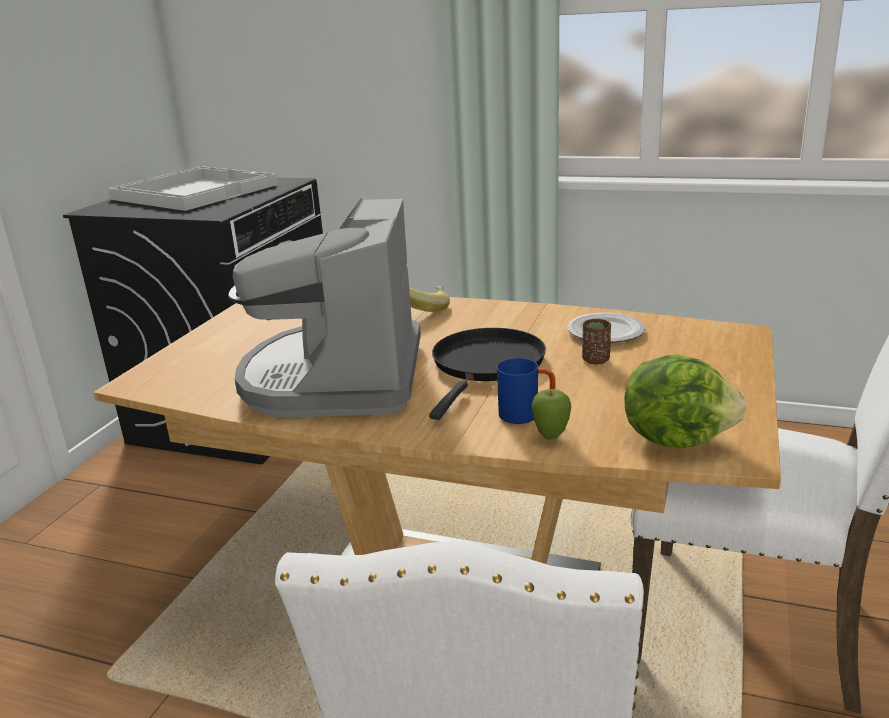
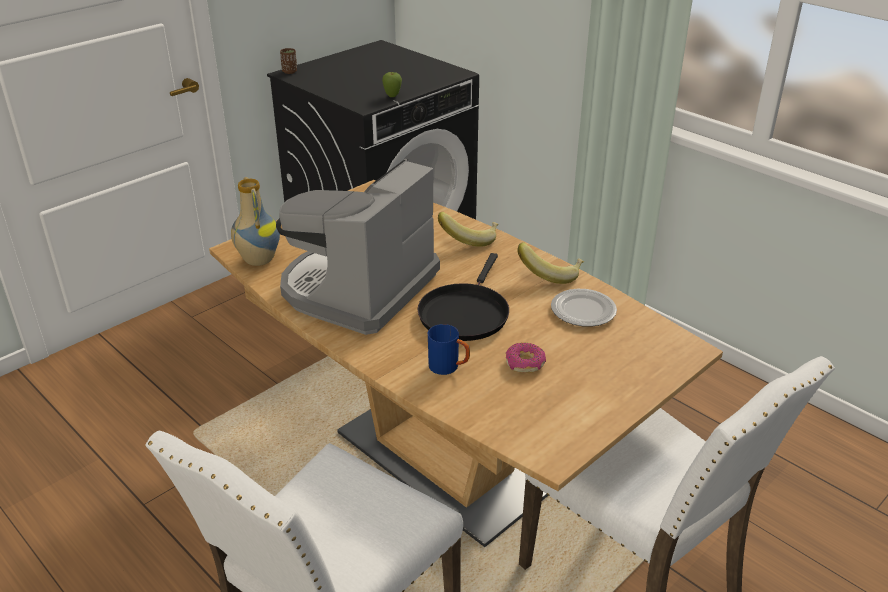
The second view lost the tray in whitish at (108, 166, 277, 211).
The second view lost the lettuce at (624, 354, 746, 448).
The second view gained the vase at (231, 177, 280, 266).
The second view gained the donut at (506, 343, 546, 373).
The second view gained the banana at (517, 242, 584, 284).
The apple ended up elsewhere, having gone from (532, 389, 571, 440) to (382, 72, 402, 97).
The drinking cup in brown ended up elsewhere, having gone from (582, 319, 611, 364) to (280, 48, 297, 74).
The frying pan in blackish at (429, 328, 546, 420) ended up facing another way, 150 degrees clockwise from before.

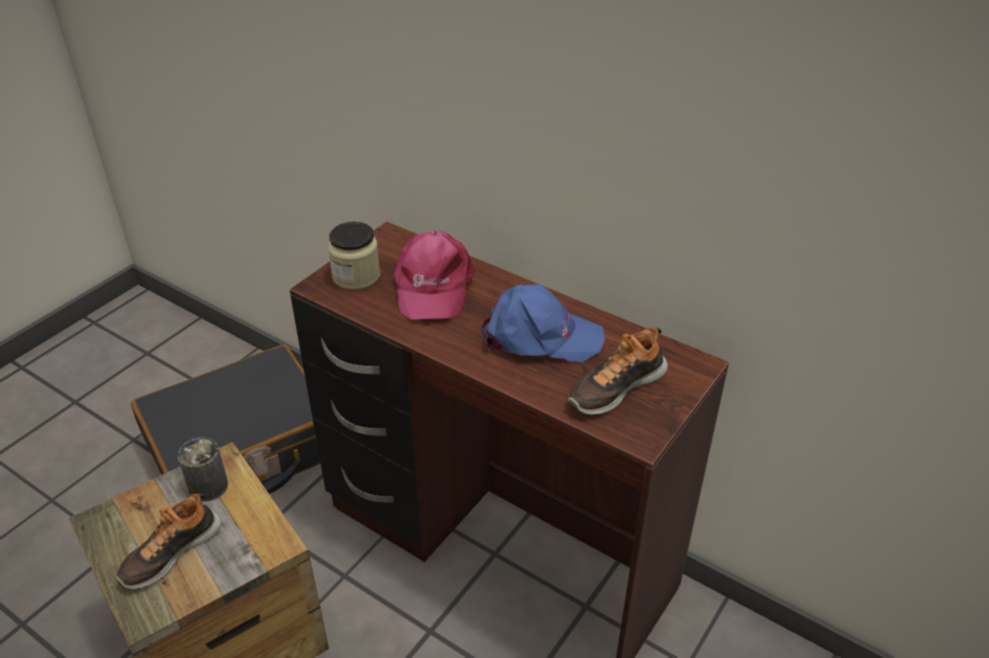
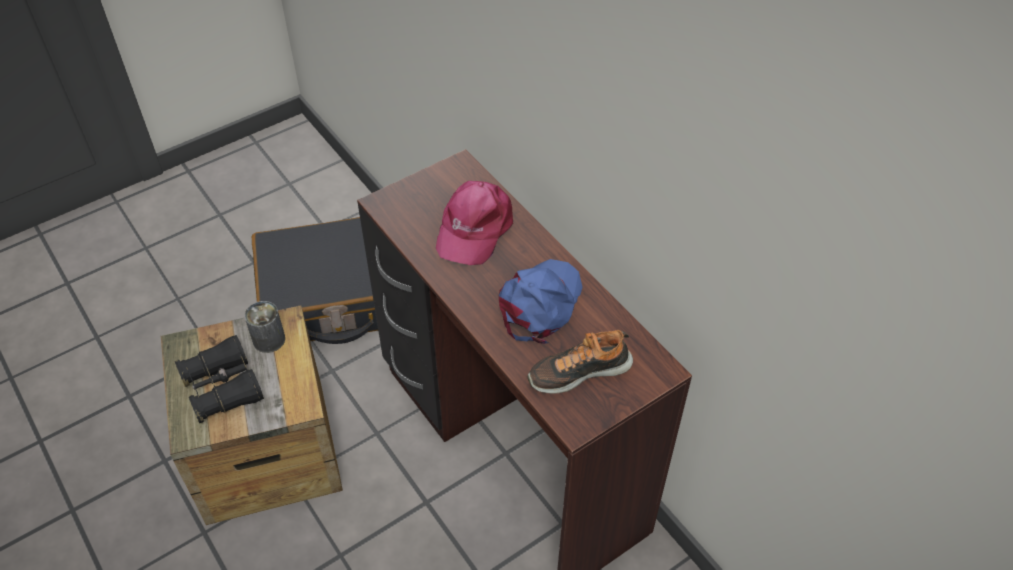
The second view lost the preserve jar at (328, 221, 380, 290).
Where the shoe stood at (116, 493, 221, 589), the field glasses in blackish came to stand at (175, 335, 264, 423).
The cap in blue at (481, 284, 605, 362) ended up facing another way, 90 degrees counterclockwise from before.

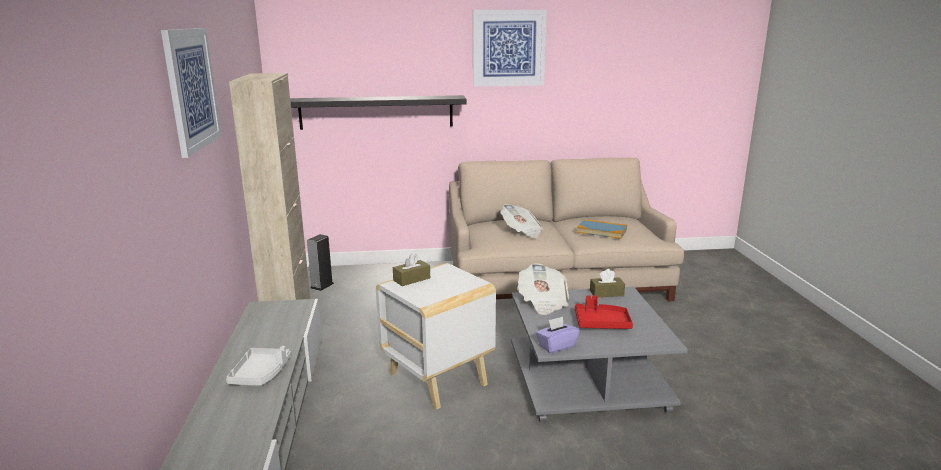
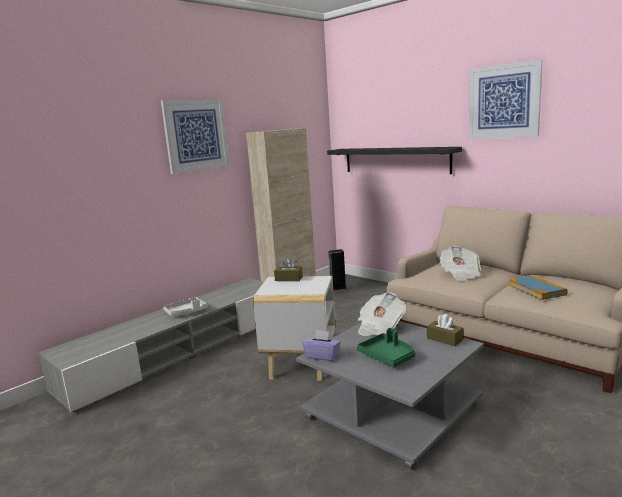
What was the tray in red-coloured at (575, 295, 633, 329) turned into the tray in green-coloured at (357, 328, 415, 367).

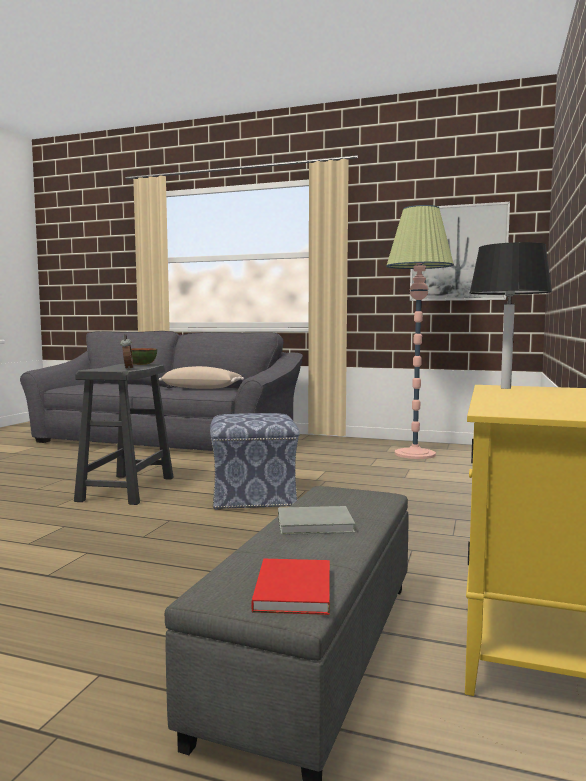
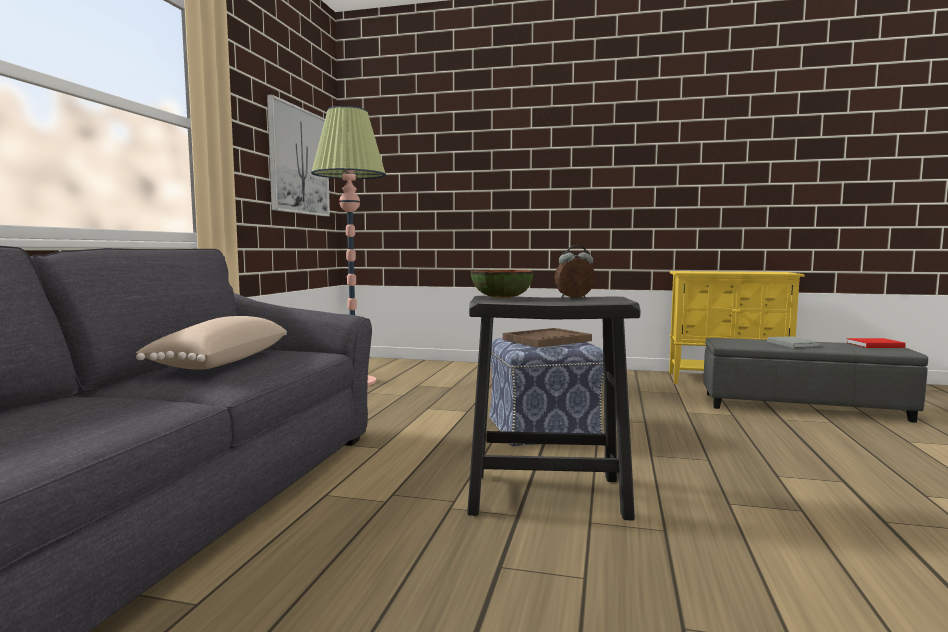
The second view lost the tabletop lamp in blackish at (469, 242, 552, 389).
The second view gained the tray in brown at (503, 328, 592, 348).

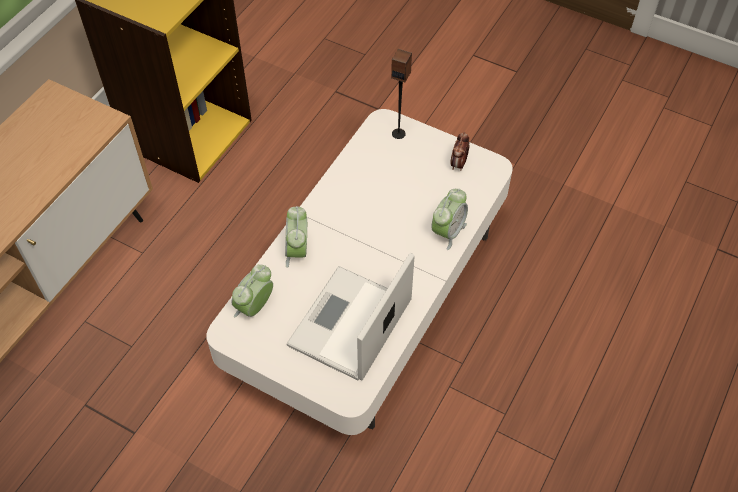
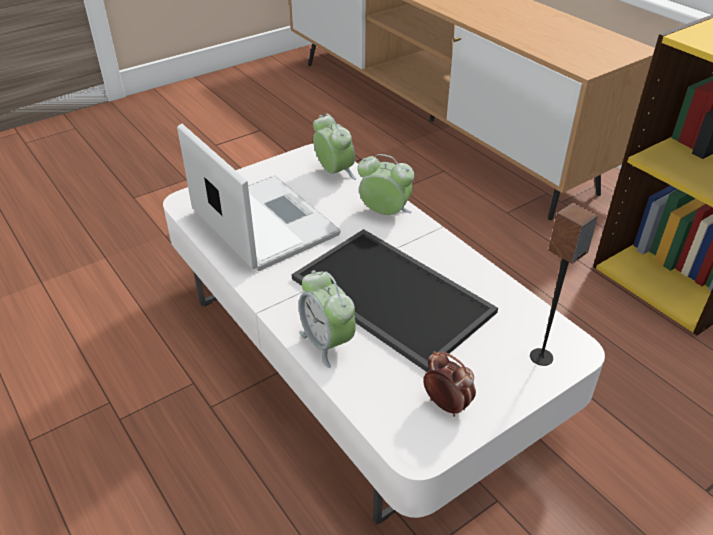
The second view gained the tray at (292, 229, 498, 372).

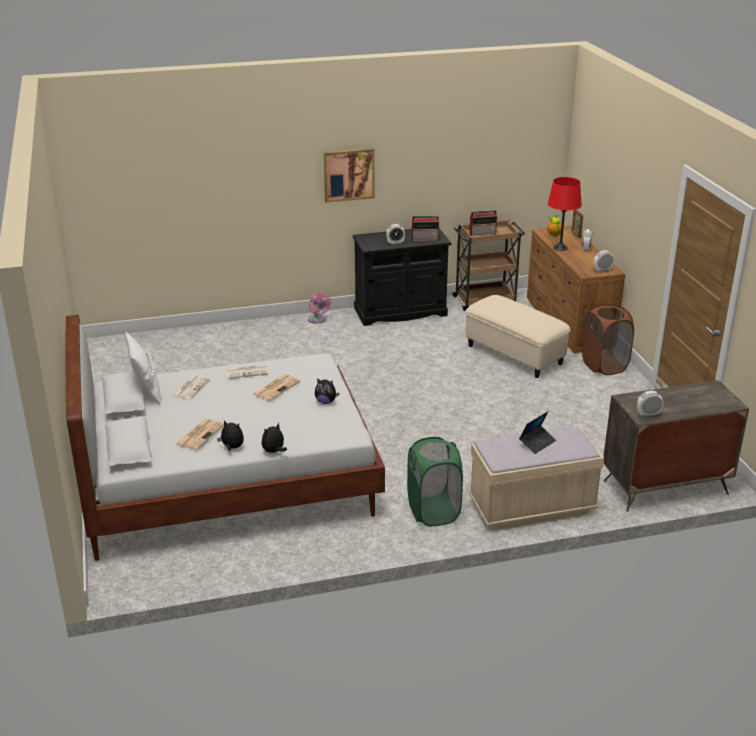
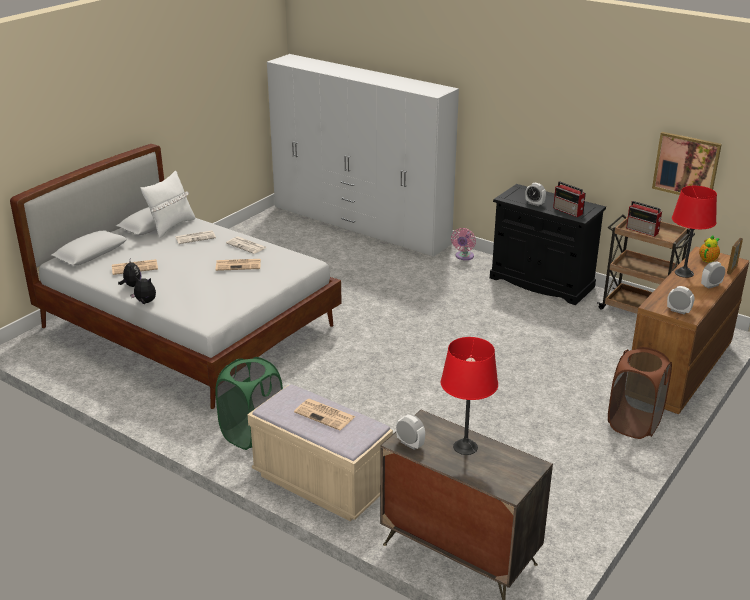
The second view lost the cuddly toy at (315, 378, 339, 404).
The second view lost the footrest in beige-coloured at (465, 295, 571, 378).
The second view gained the armoire in whitish at (267, 54, 459, 257).
The second view gained the tabletop lamp in red-coloured at (441, 337, 498, 455).
The wall art ended up elsewhere, having gone from (324, 148, 375, 203) to (652, 132, 722, 195).
Where the portable computer stood at (519, 412, 556, 454), the printed paper came to stand at (294, 399, 355, 430).

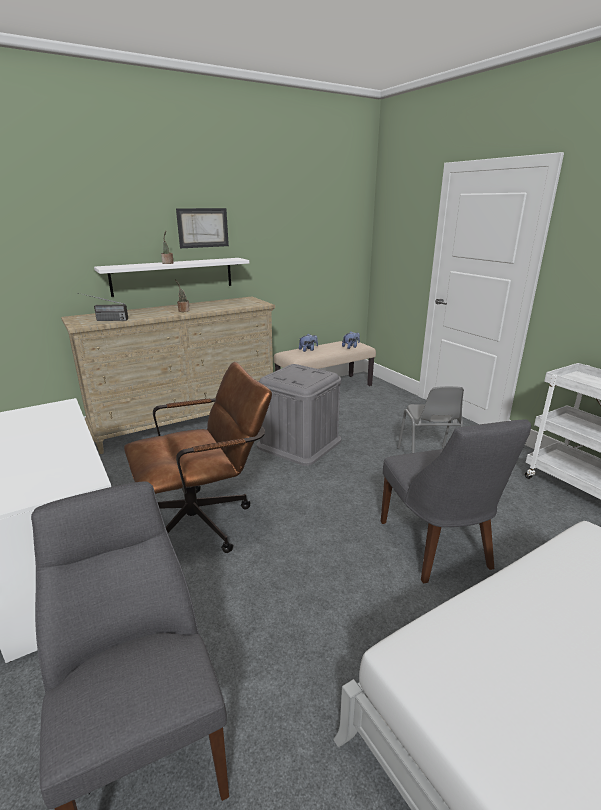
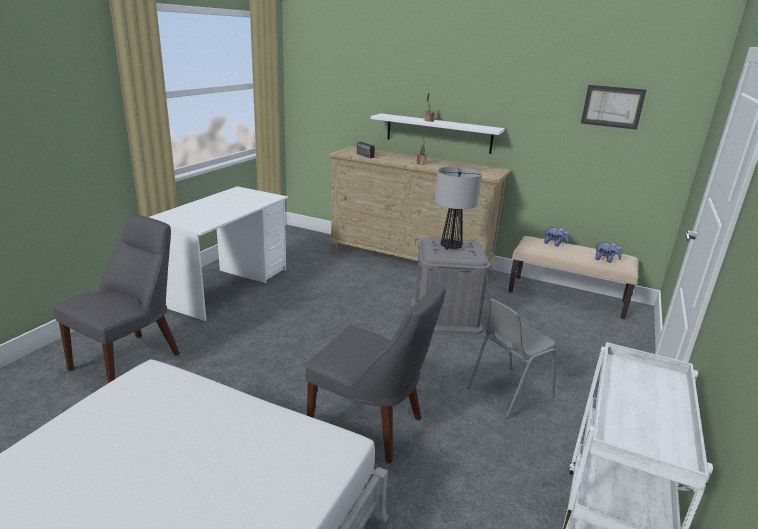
The second view lost the office chair in brown at (124, 362, 272, 553).
The second view gained the tabletop lamp at (435, 167, 482, 250).
The wall art ended up elsewhere, having gone from (176, 208, 229, 248) to (581, 85, 646, 130).
The upright chair in greyish at (381, 419, 531, 583) ended up facing another way, 105 degrees counterclockwise from before.

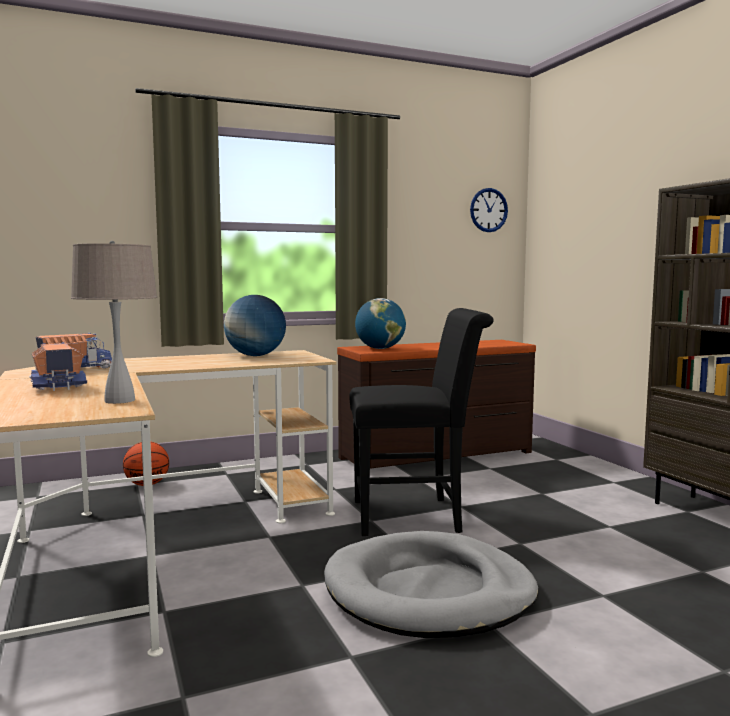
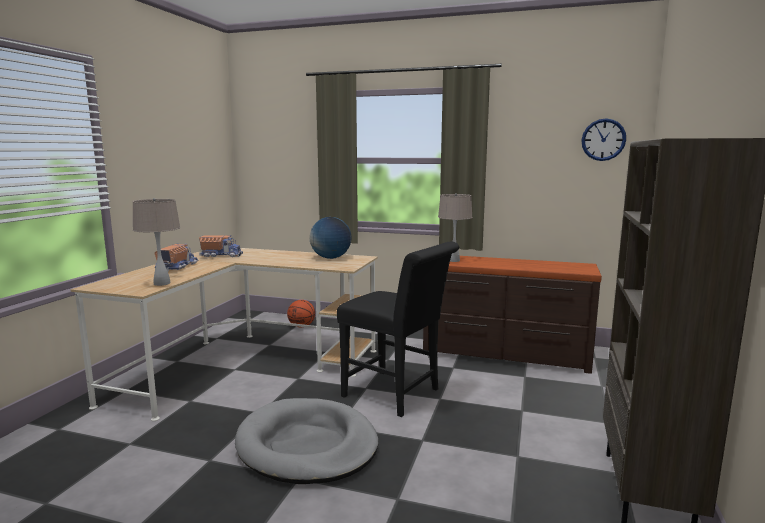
Where the world globe stood at (355, 298, 406, 349), the tabletop lamp in beige-coloured came to stand at (438, 193, 473, 262).

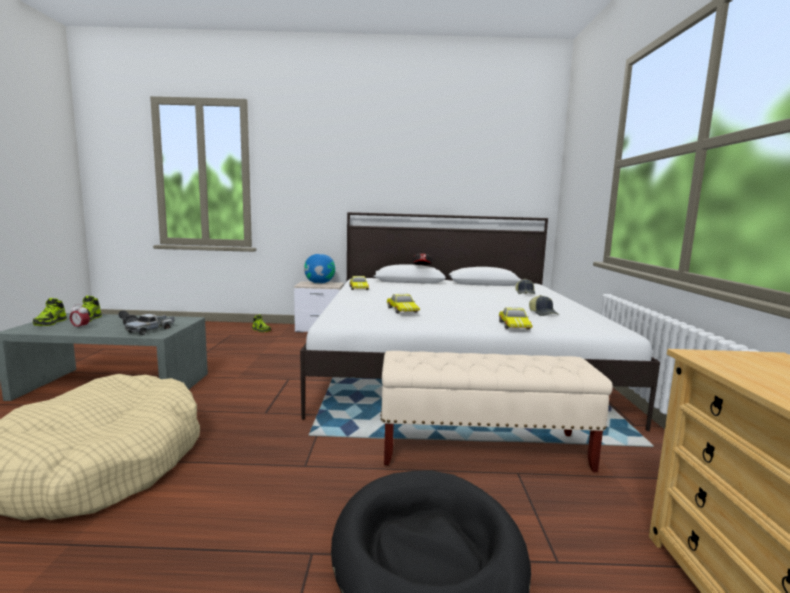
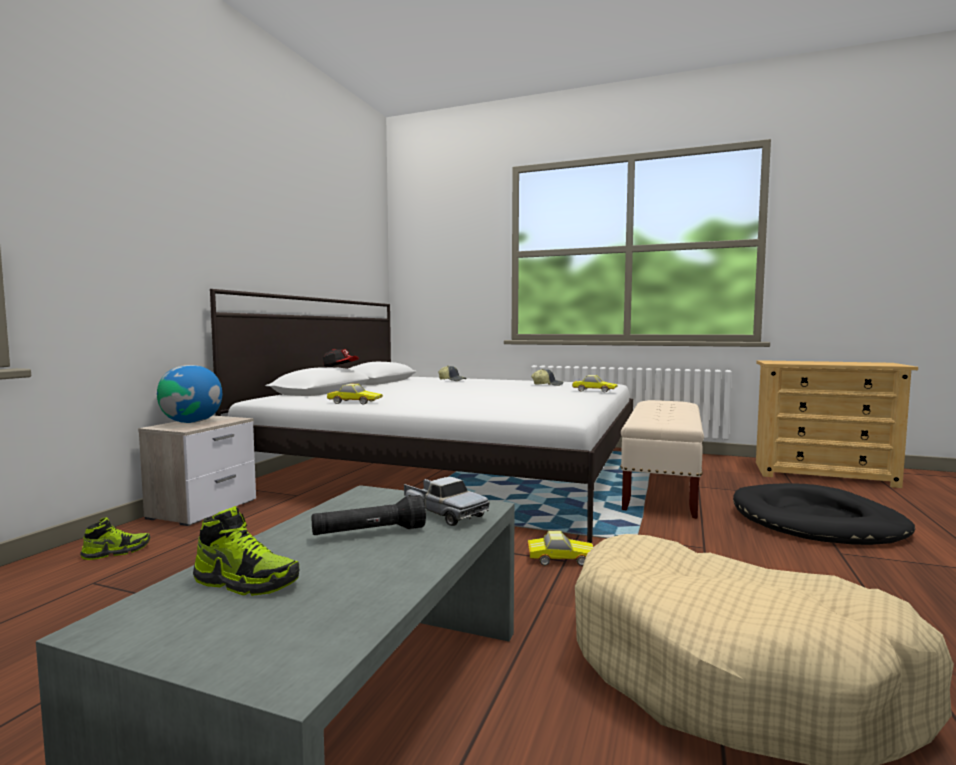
The second view lost the shoe at (33, 298, 67, 326).
The second view lost the table clock at (70, 304, 90, 328).
The toy car ended up elsewhere, having gone from (387, 294, 420, 313) to (528, 531, 593, 566).

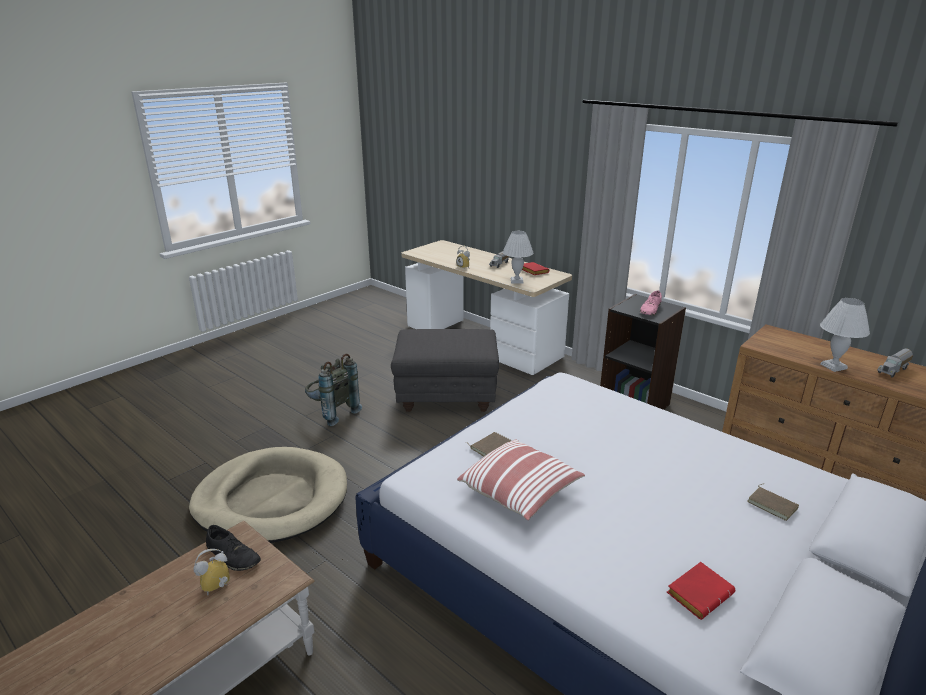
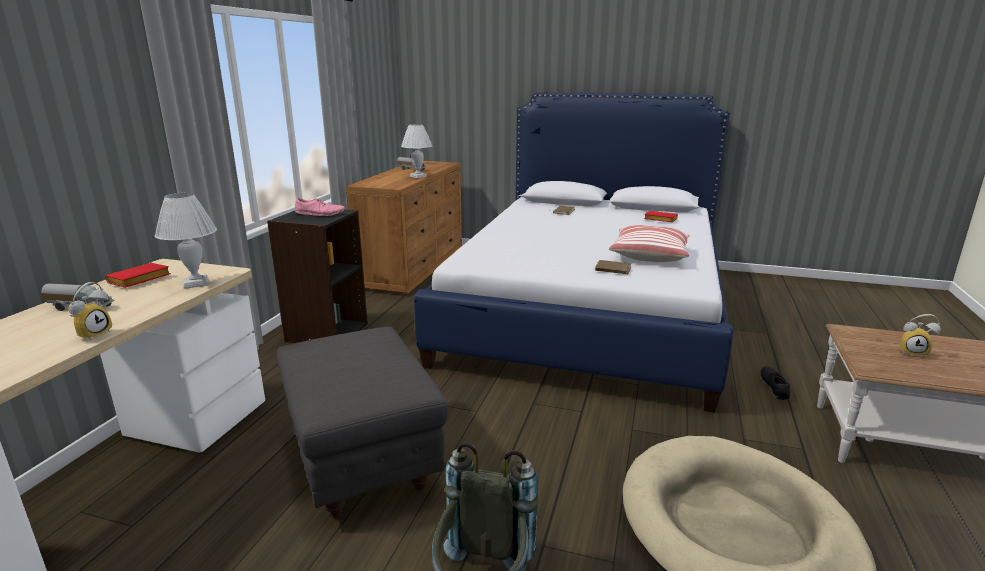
The shoe in blackish ended up elsewhere, having gone from (206, 525, 261, 571) to (760, 367, 790, 400).

